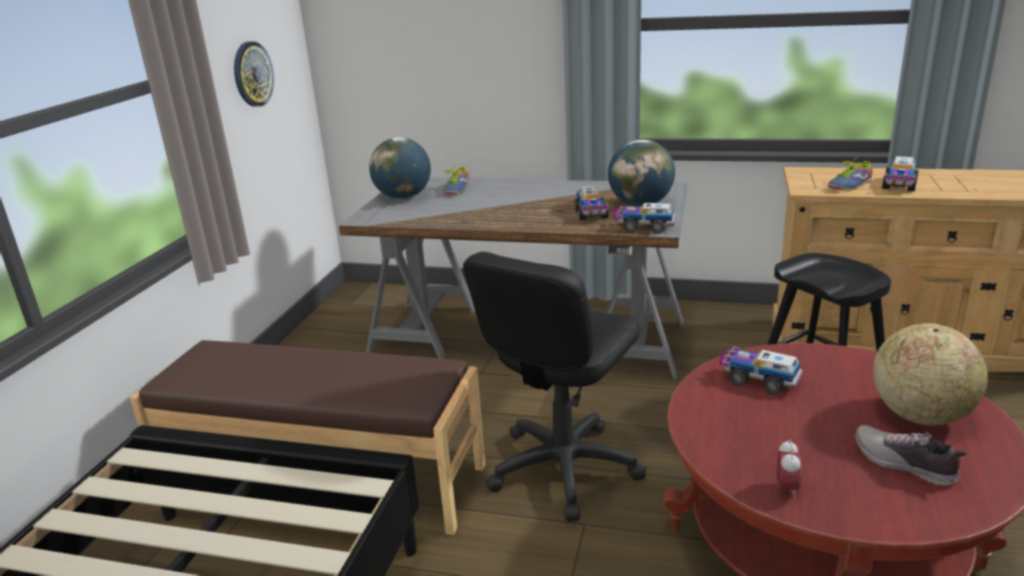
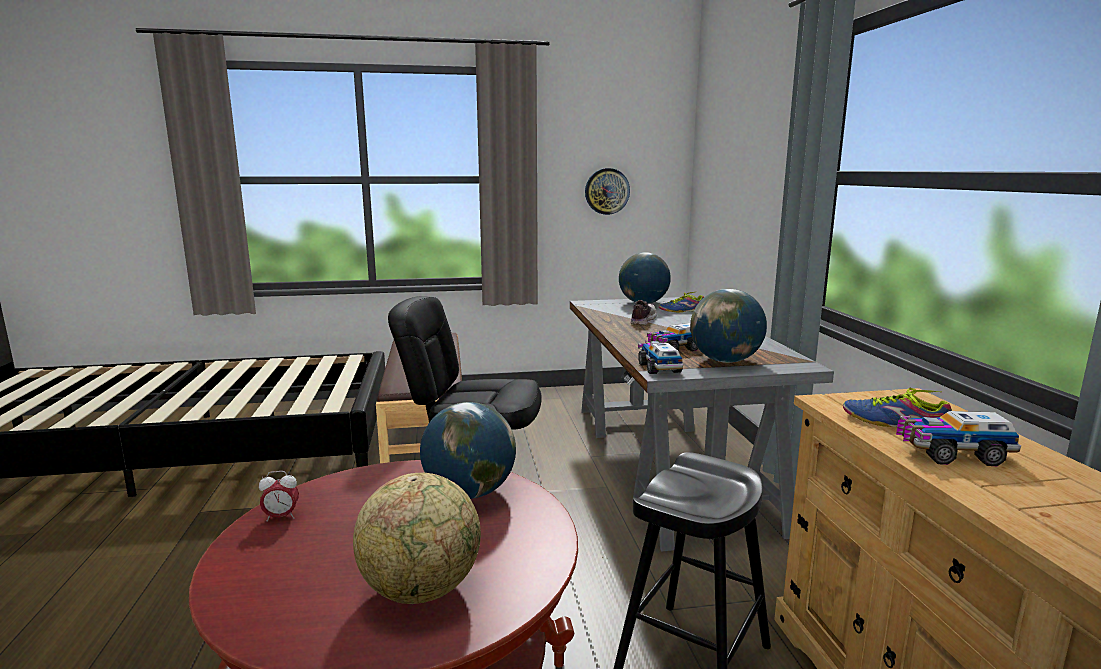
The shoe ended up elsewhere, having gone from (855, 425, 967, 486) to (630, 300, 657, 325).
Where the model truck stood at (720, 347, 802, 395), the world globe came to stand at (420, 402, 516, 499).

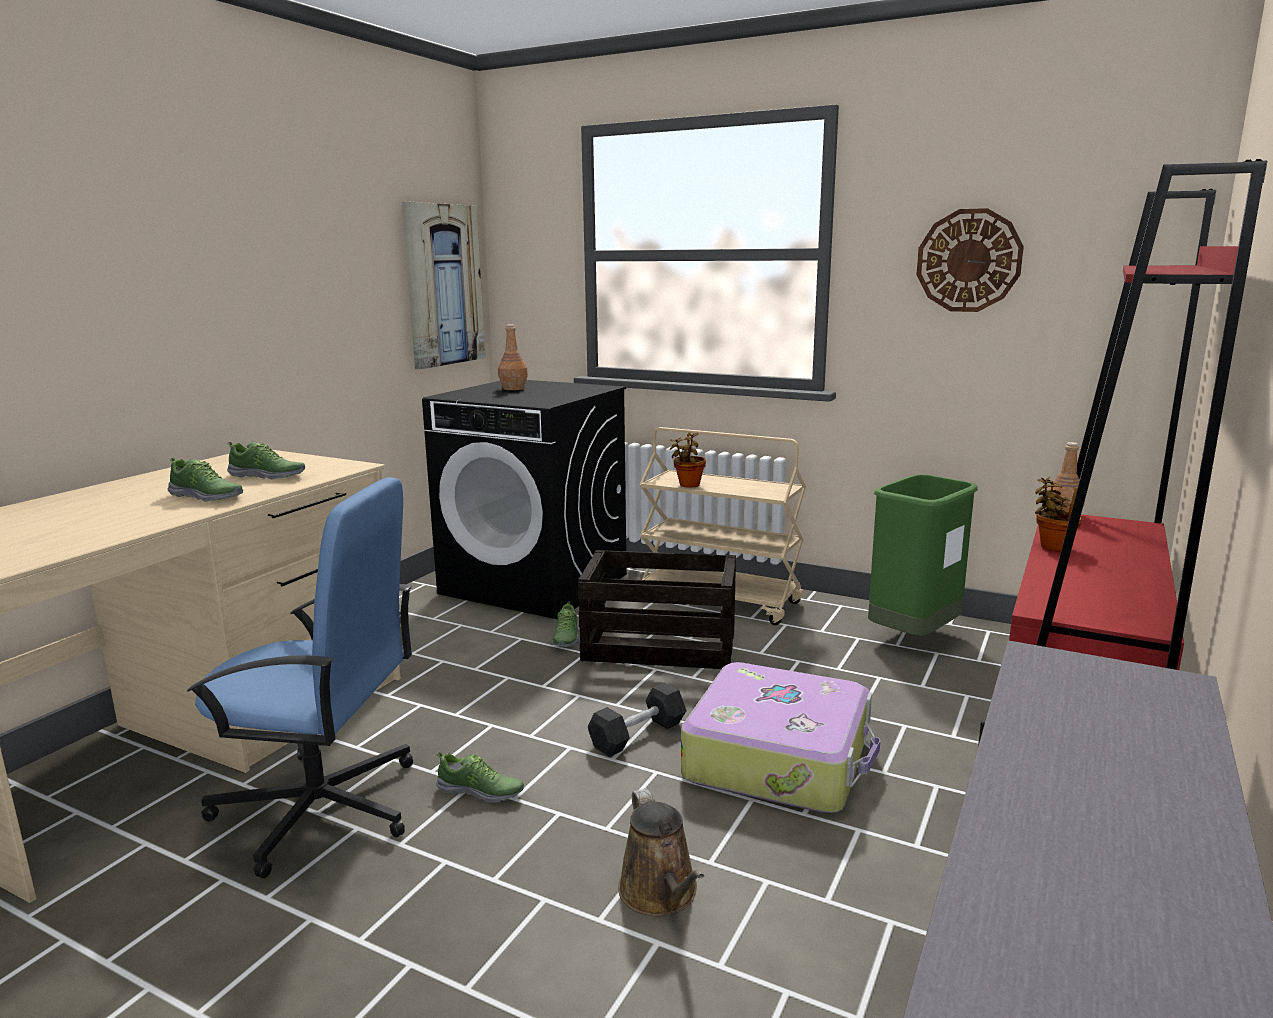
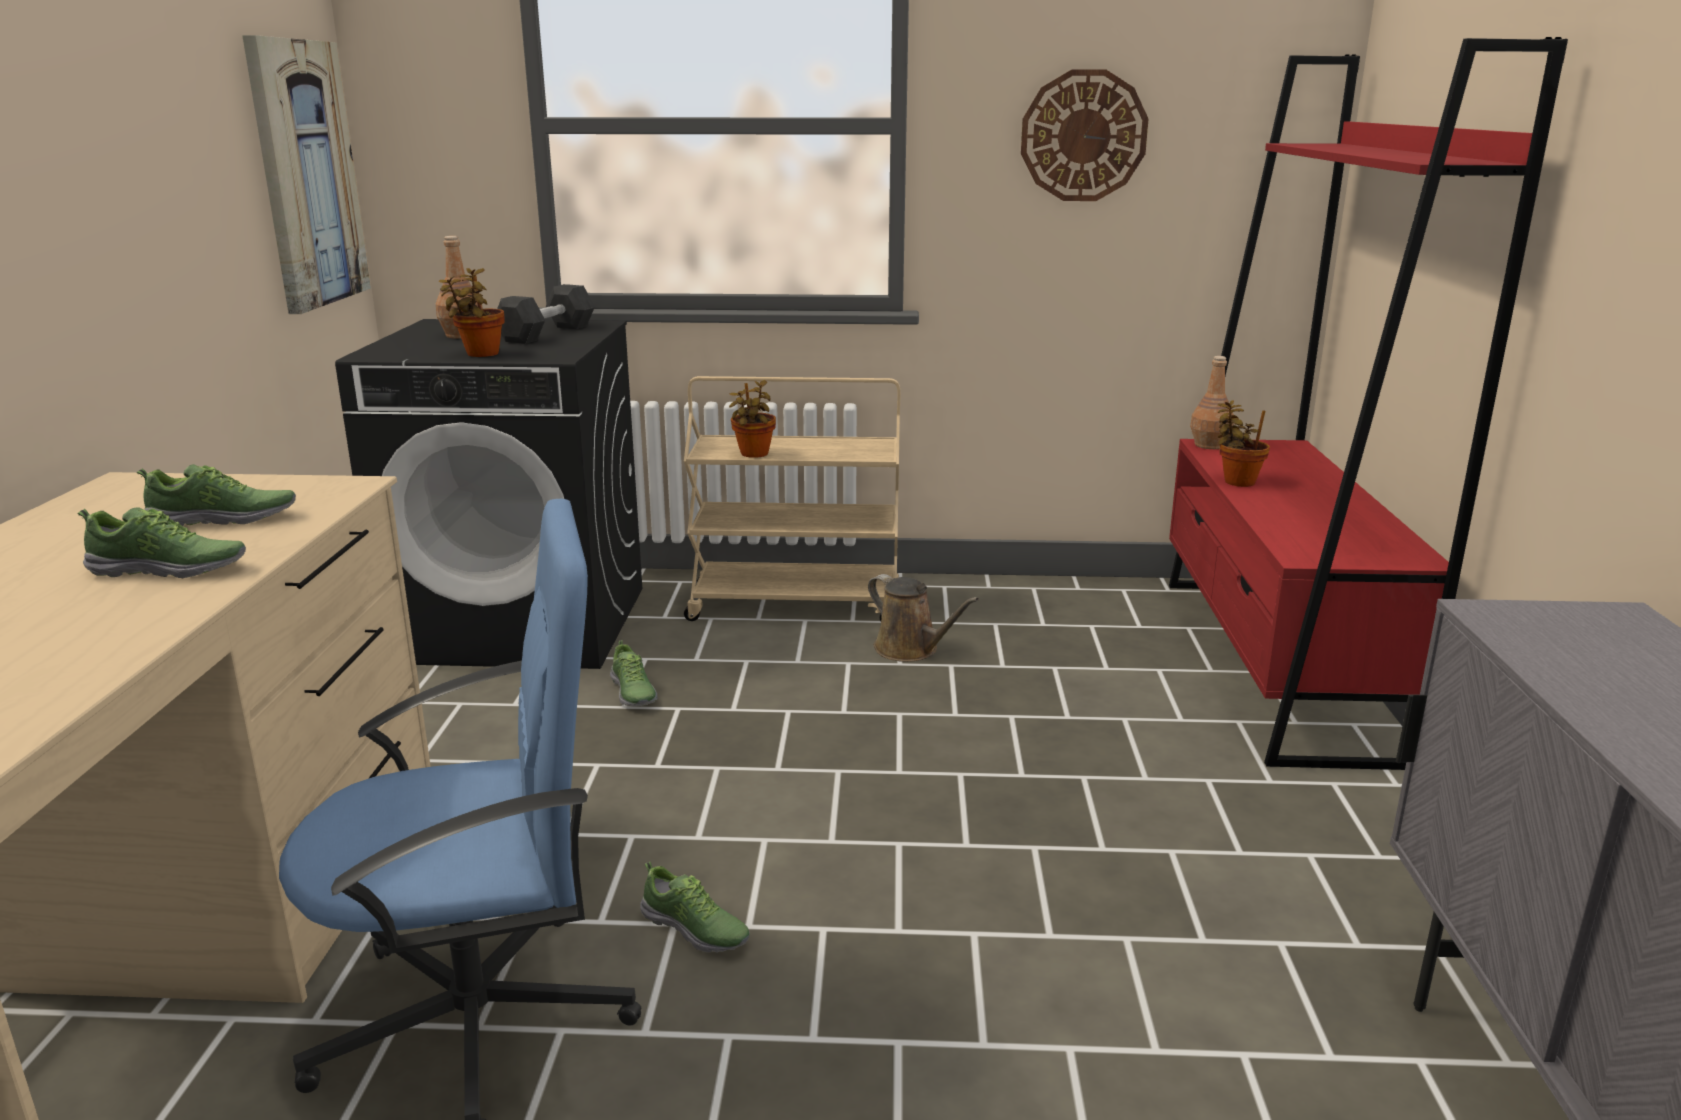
The second view lost the shipping crate at (578, 550, 736, 669).
The second view lost the piece of luggage at (681, 662, 880, 813).
The second view lost the rubbish bin in green-coloured at (868, 474, 978, 636).
The second view gained the houseplant at (439, 268, 505, 357).
The dumbbell in blackish ended up elsewhere, having gone from (588, 682, 687, 757) to (497, 284, 595, 344).
The sprinkling can in brown ended up elsewhere, having gone from (618, 788, 704, 916) to (868, 574, 979, 662).
The shoe at (436, 752, 524, 802) ended up facing another way, 45 degrees clockwise from before.

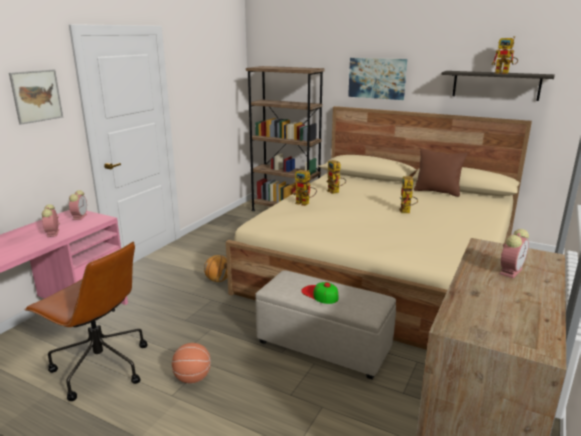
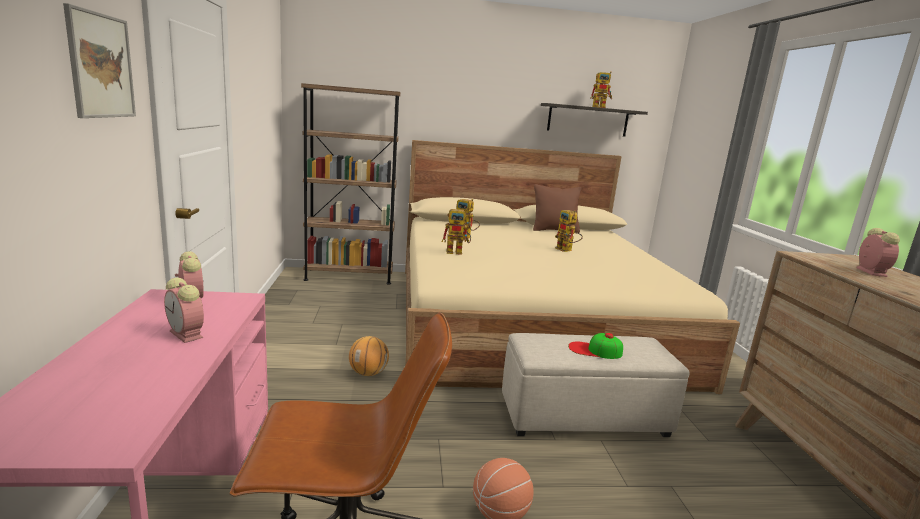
The second view lost the wall art at (348, 58, 407, 100).

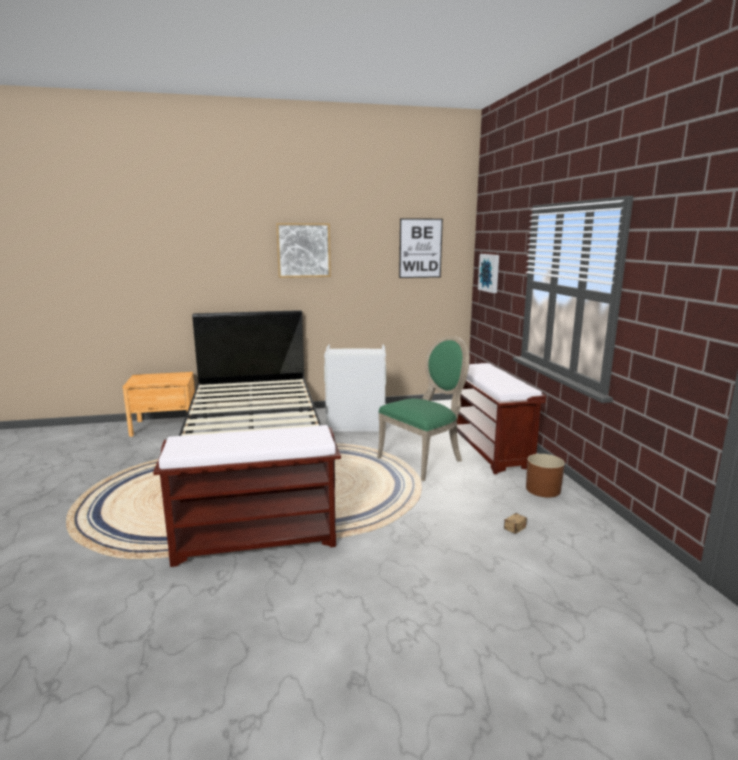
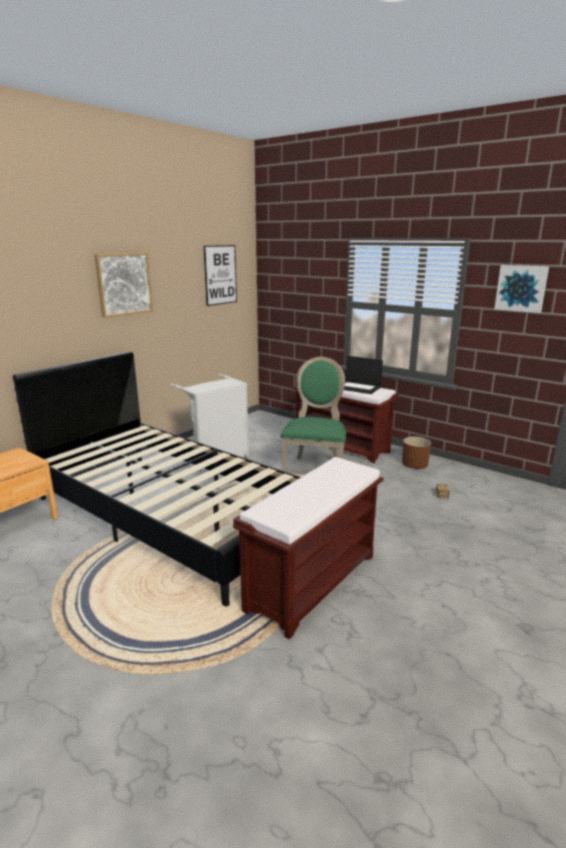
The second view gained the portable computer at (344, 356, 383, 394).
The wall art ended up elsewhere, having gone from (478, 254, 499, 293) to (494, 265, 549, 313).

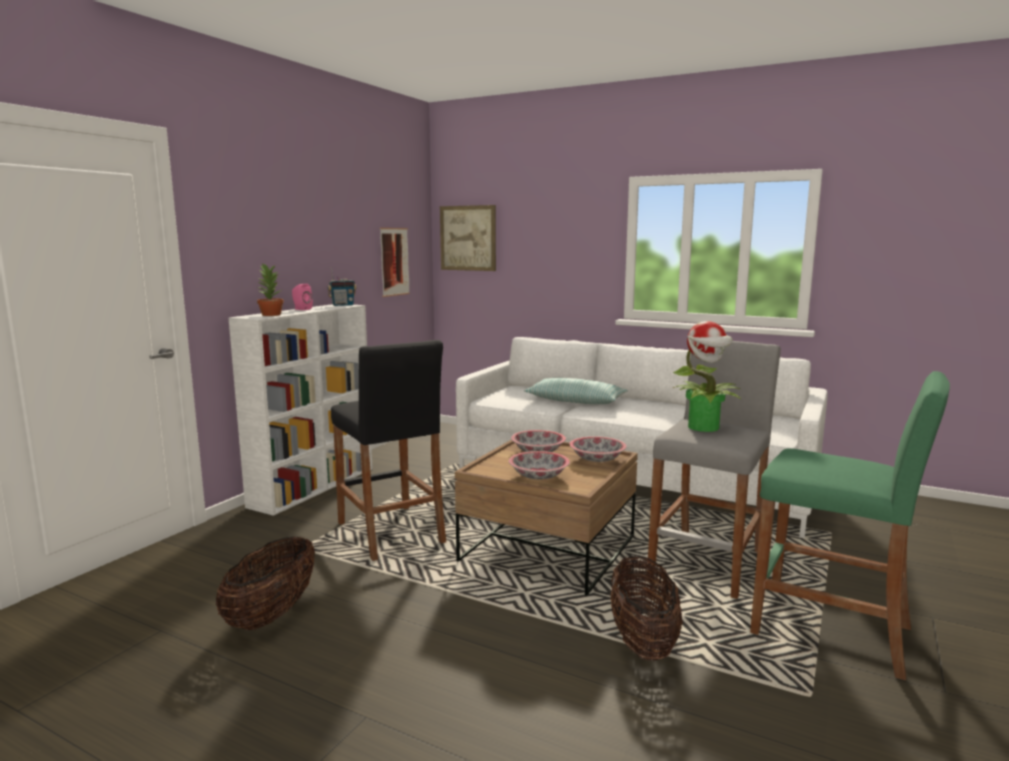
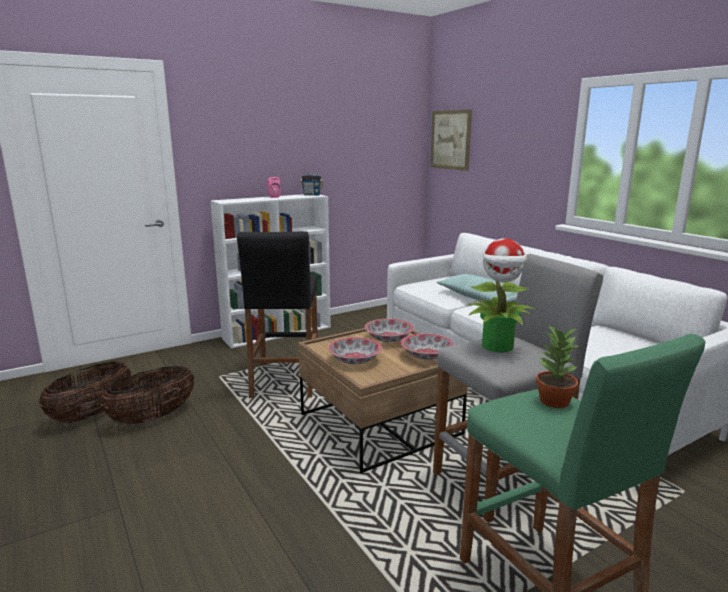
The second view lost the wall art at (380, 228, 410, 297).
The houseplant ended up elsewhere, having gone from (257, 263, 284, 316) to (536, 325, 580, 408).
The storage basket ended up elsewhere, having gone from (610, 556, 683, 661) to (39, 362, 131, 423).

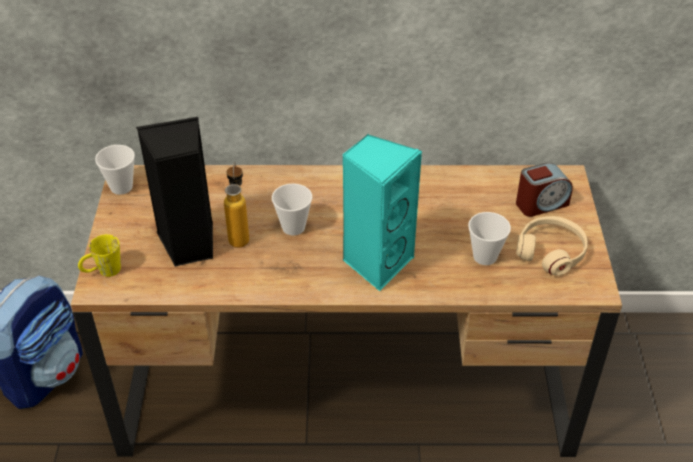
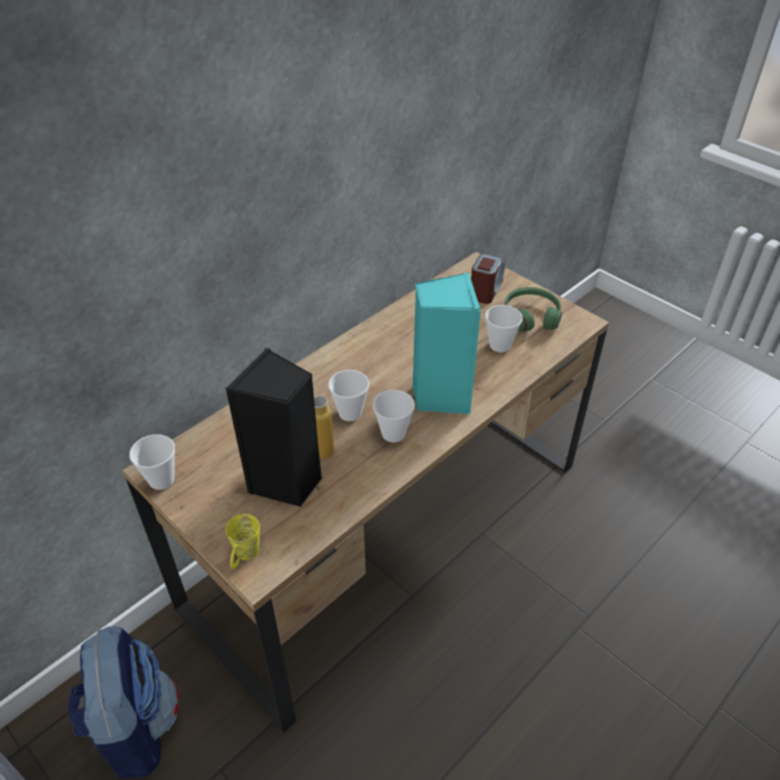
The second view gained the drinking cup at (373, 390, 415, 443).
What was the headphones in beige-coloured at (516, 216, 588, 276) turned into the headphones in green-coloured at (505, 287, 562, 332).

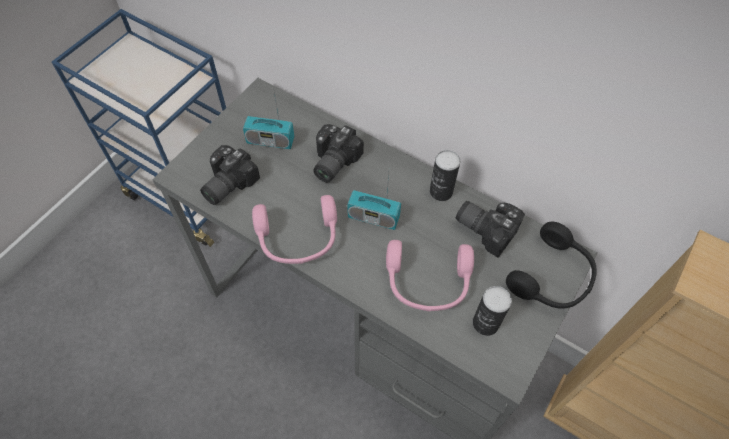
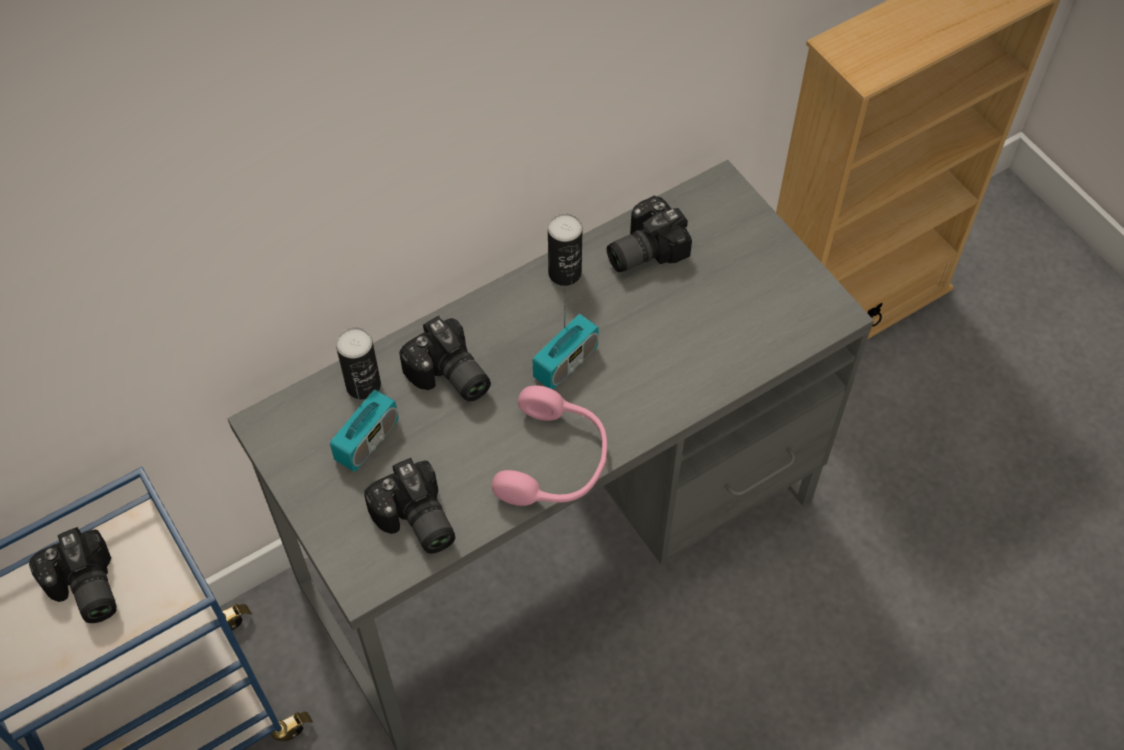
The second view lost the headphones in pink-coloured at (386, 240, 474, 311).
The second view lost the headphones in blackish at (506, 221, 597, 309).
The second view gained the photo camera at (29, 527, 117, 623).
The sealed can ended up elsewhere, having gone from (473, 286, 512, 336) to (336, 328, 381, 400).

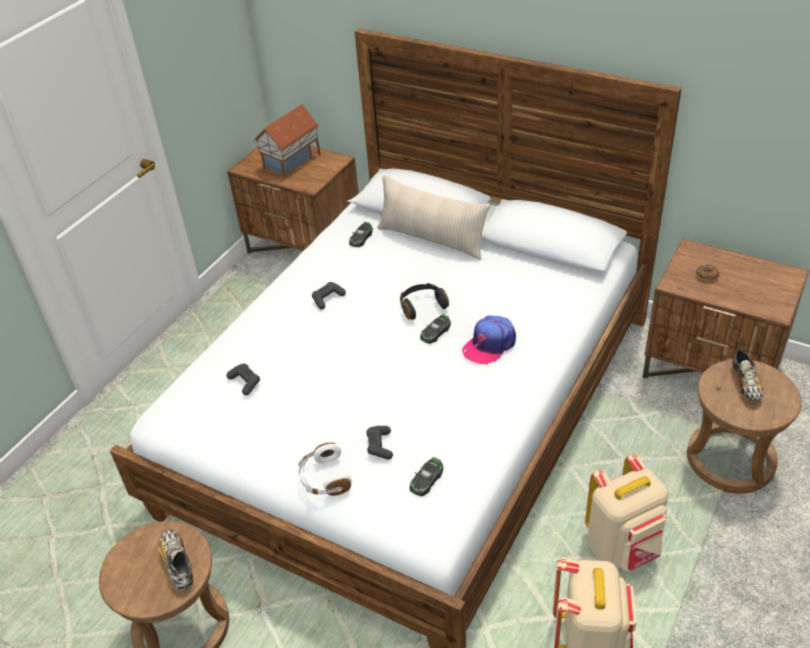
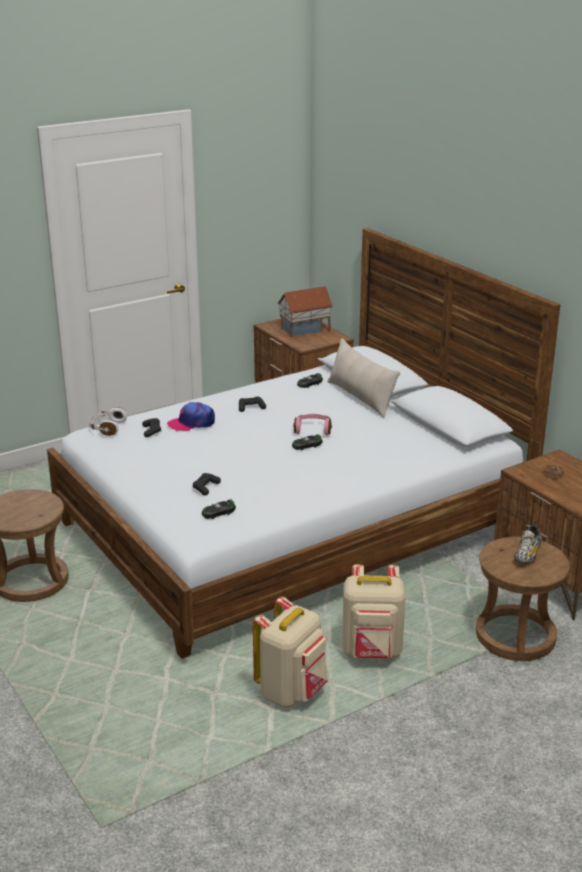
The second view lost the shoe at (159, 530, 193, 590).
The headphones in whitish ended up elsewhere, having gone from (298, 442, 352, 496) to (89, 407, 127, 436).
The cap ended up elsewhere, having gone from (462, 315, 516, 365) to (167, 402, 215, 431).
What was the headphones in blackish at (400, 283, 449, 320) turned into the headphones in pink-coloured at (293, 414, 332, 435).

